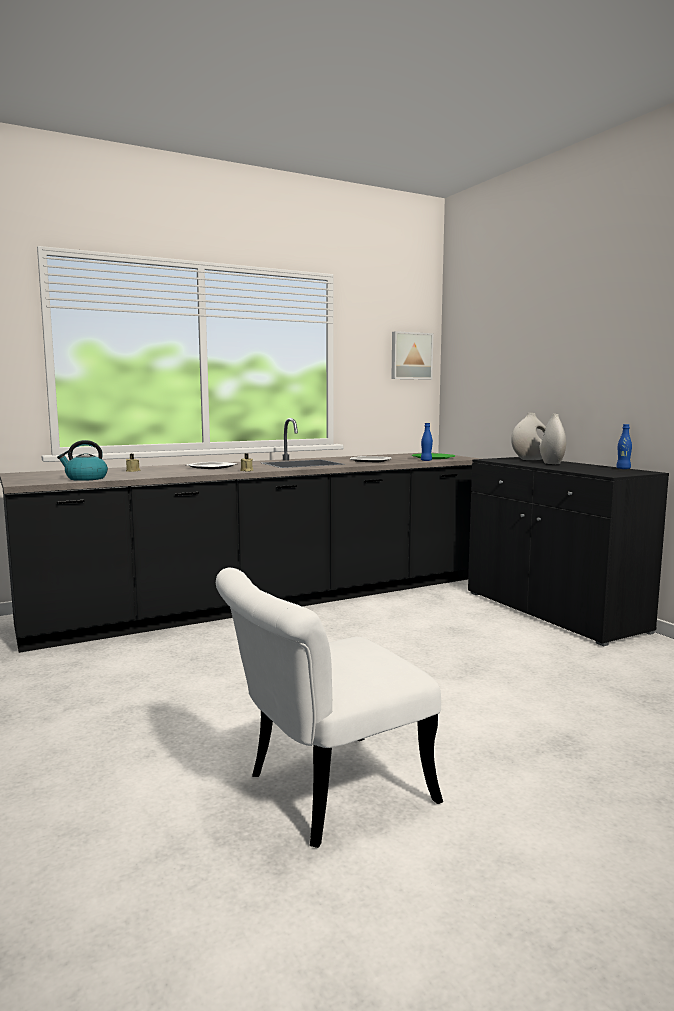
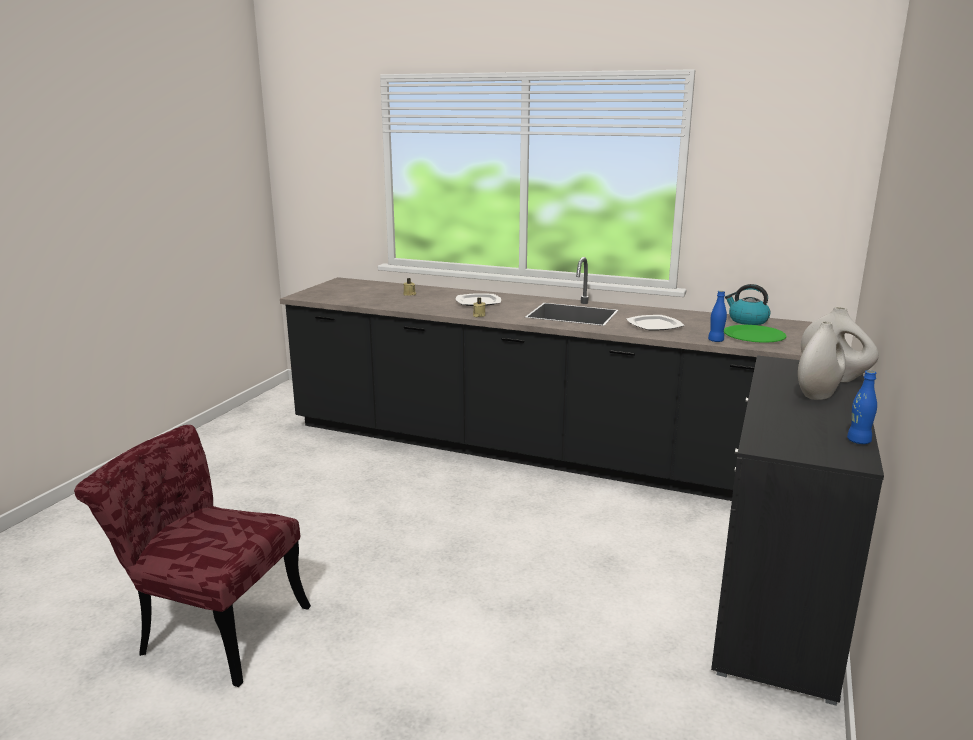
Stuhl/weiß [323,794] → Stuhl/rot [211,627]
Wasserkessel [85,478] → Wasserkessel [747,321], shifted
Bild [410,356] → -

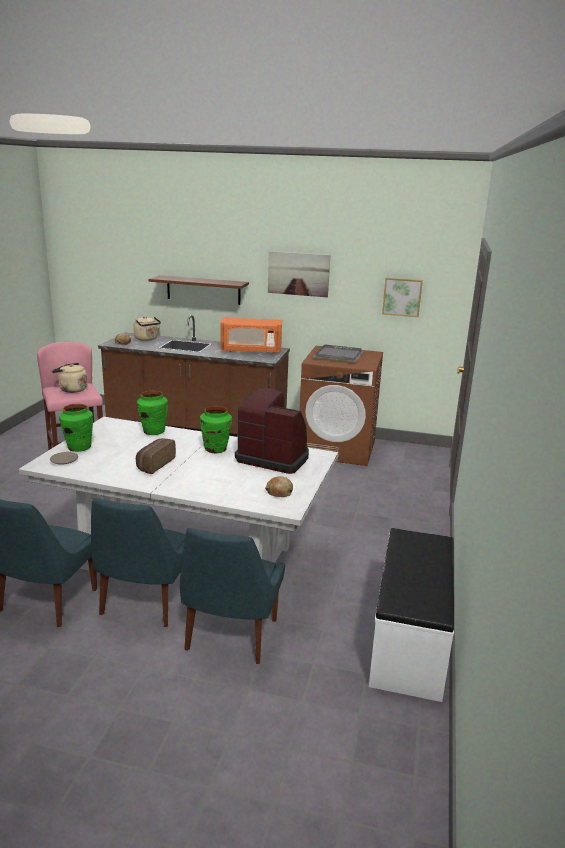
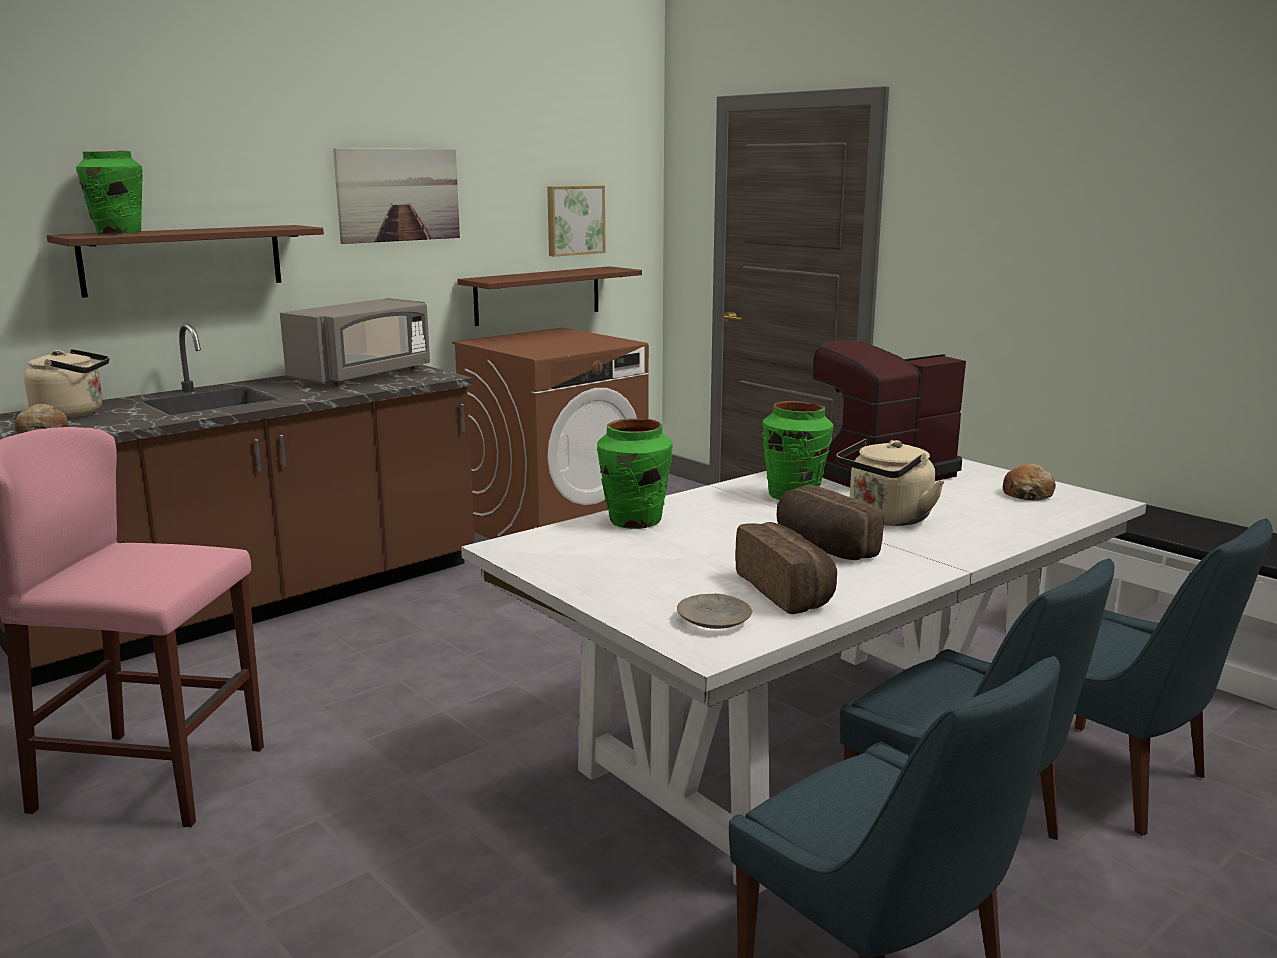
Vase/grün [79,447] → Vase/grün [118,233], shifted
Mikrowelle/orange [251,351] → Mikrowelle/grau [363,375]
- → Wandregal/braun [538,295]
- → Brot [788,591]
Wasserkessel/beige [71,389] → Wasserkessel/beige [886,519], shifted
Tablett/grau [339,355] → -

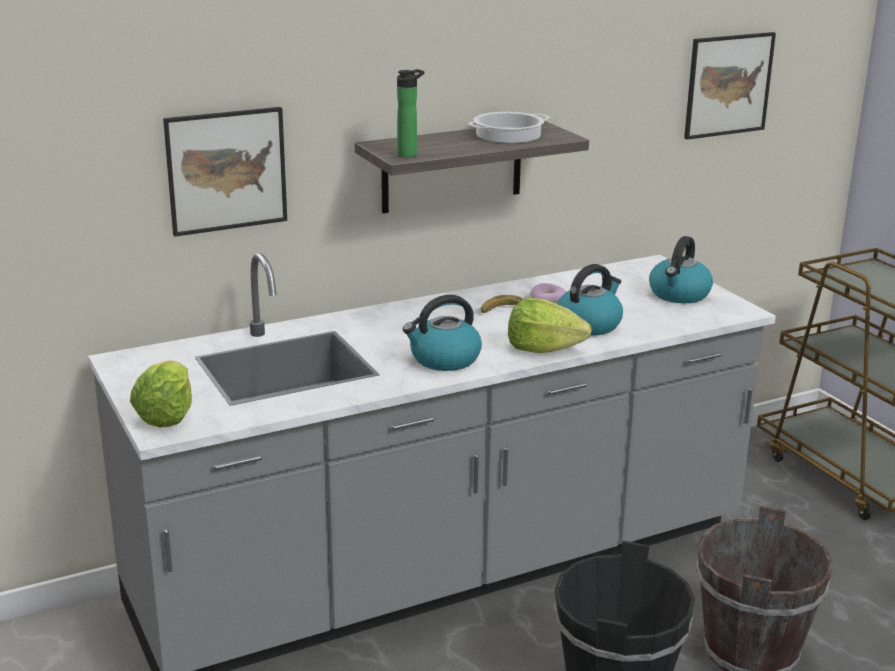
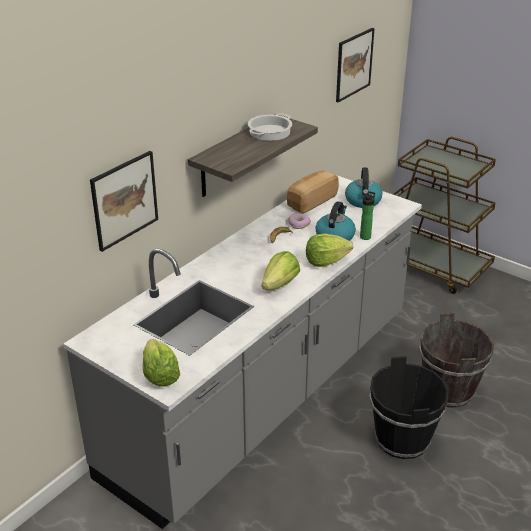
Wasserkessel [444,359] → Salatkopf [280,284]
- → Brot [311,201]
Flasche [409,154] → Flasche [366,236], shifted

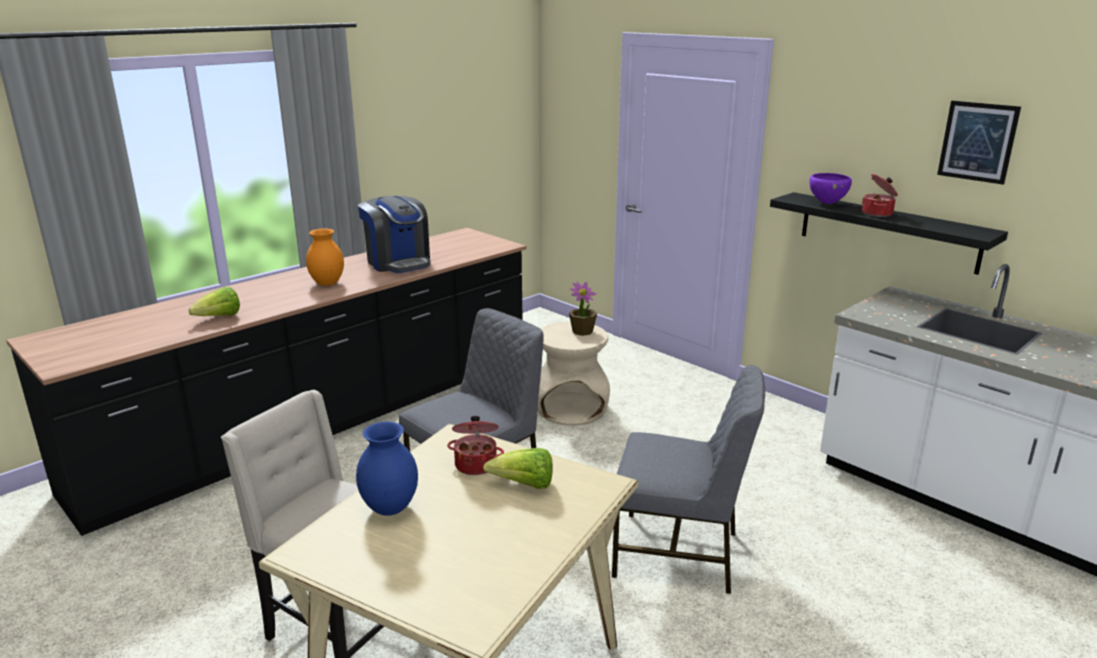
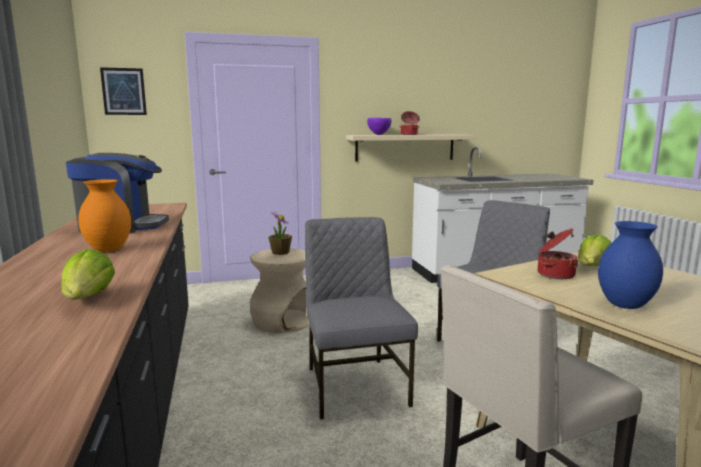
Bild [977,142] → Bild [123,91], shifted
Wandregal/schwarz [887,232] → Wandregal/beige [405,147]

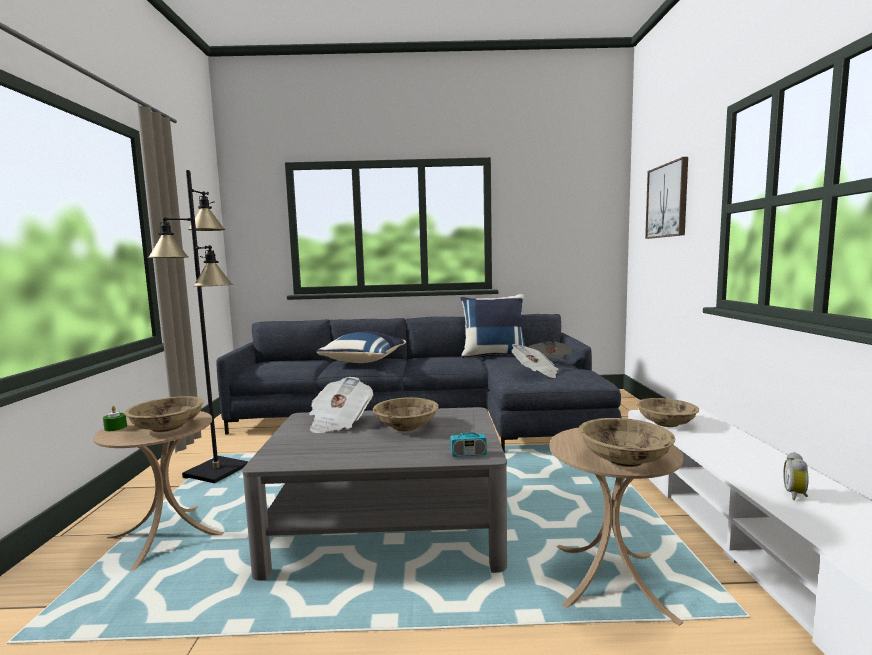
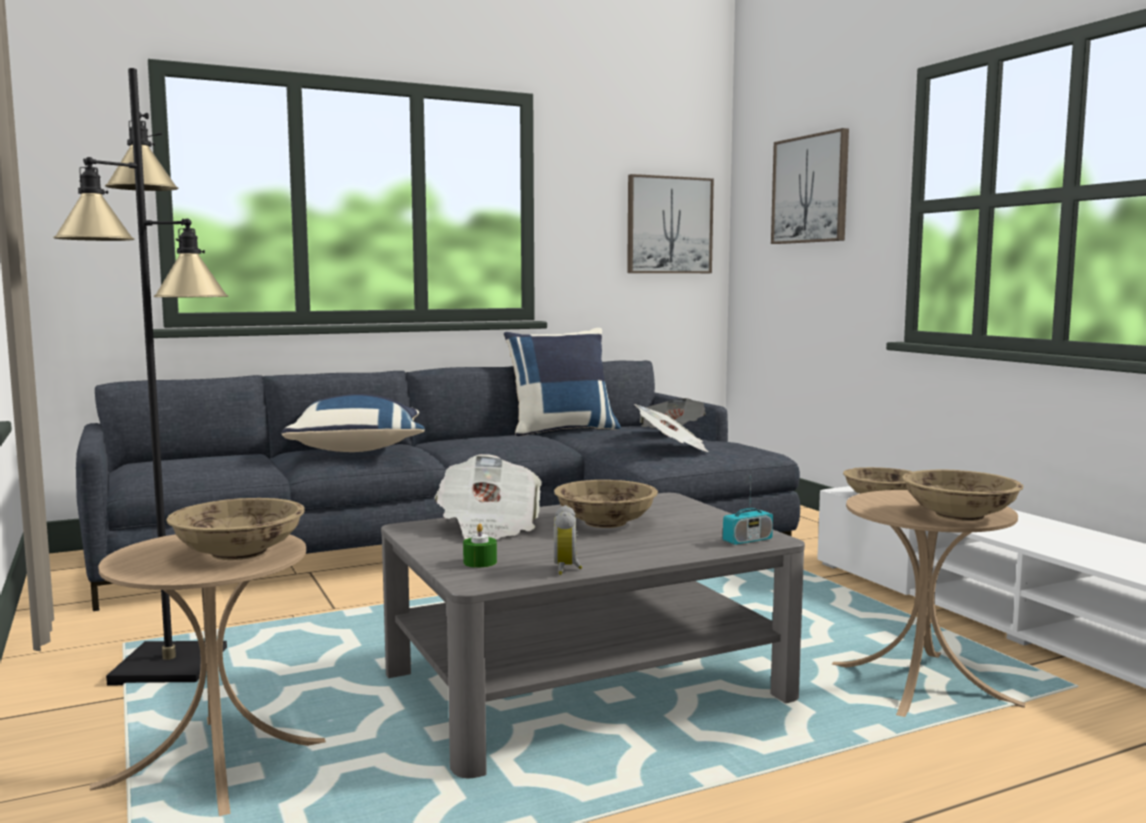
Kerze/grün [115,428] → Kerze/grün [480,562], shifted
Wecker [796,495] → Wecker [568,569], shifted
- → Bild [669,225]

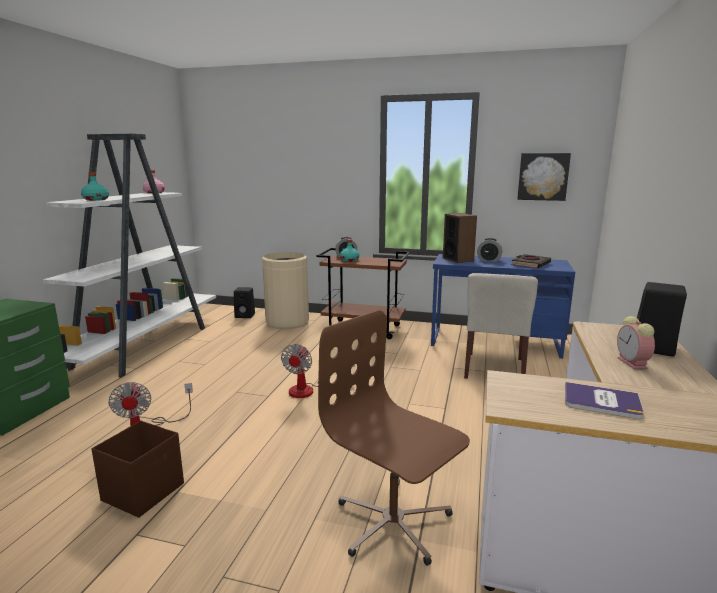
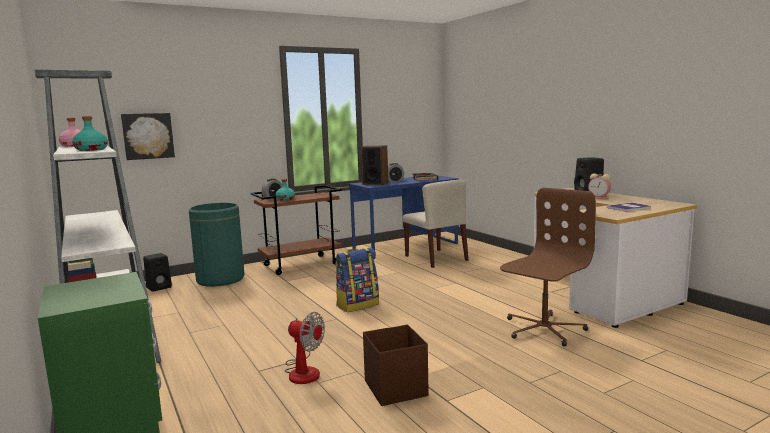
Bild [543,176] → Bild [148,136], shifted
Mülleimer/beige [287,322] → Mülleimer/grün [220,279]
Ventilator [310,390] → Rucksack [357,305]
Bürostuhl/braun [392,523] → Bürostuhl/braun [543,329], 135 degrees clockwise

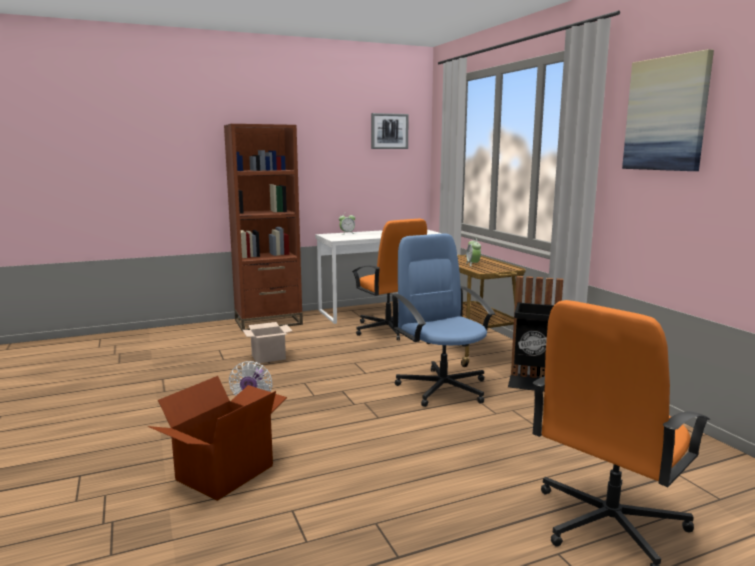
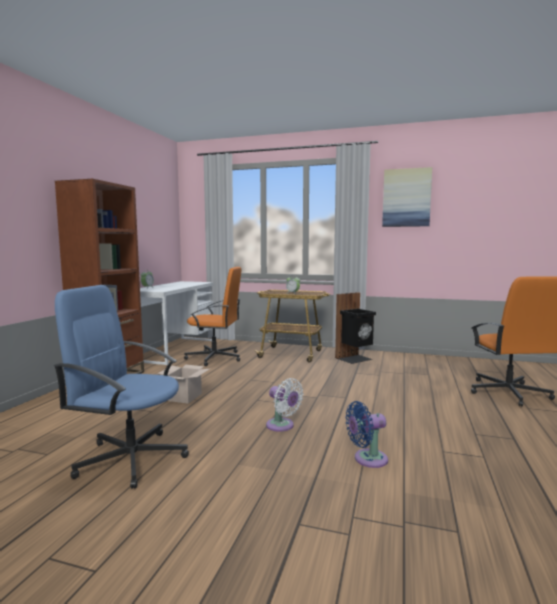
Bürostuhl/blau [442,387] → Bürostuhl/blau [130,458], shifted
Karton [224,472] → Ventilator/blau [367,459]
Bild [389,131] → -

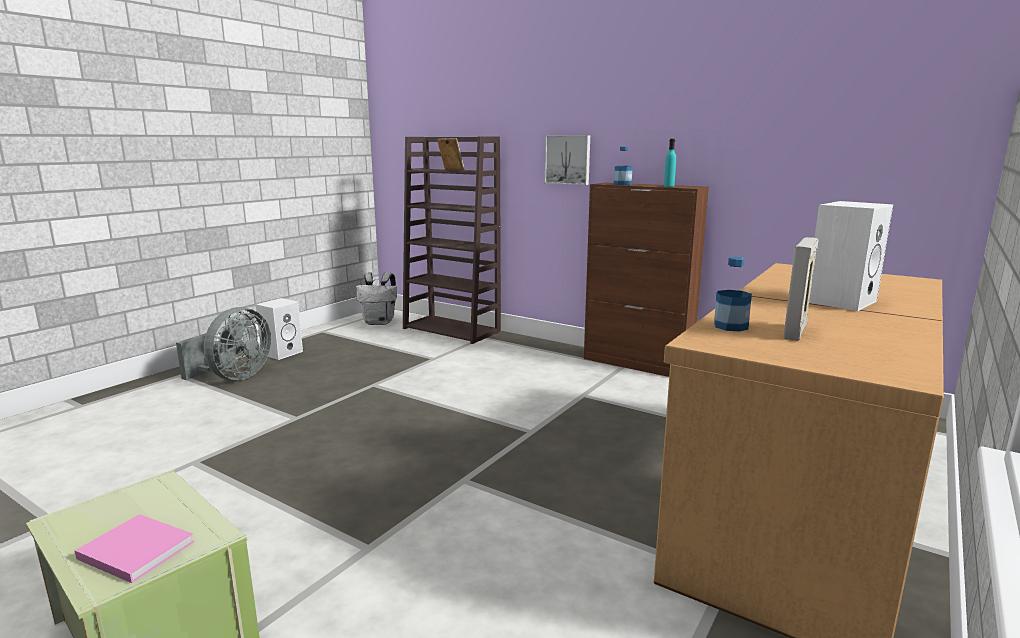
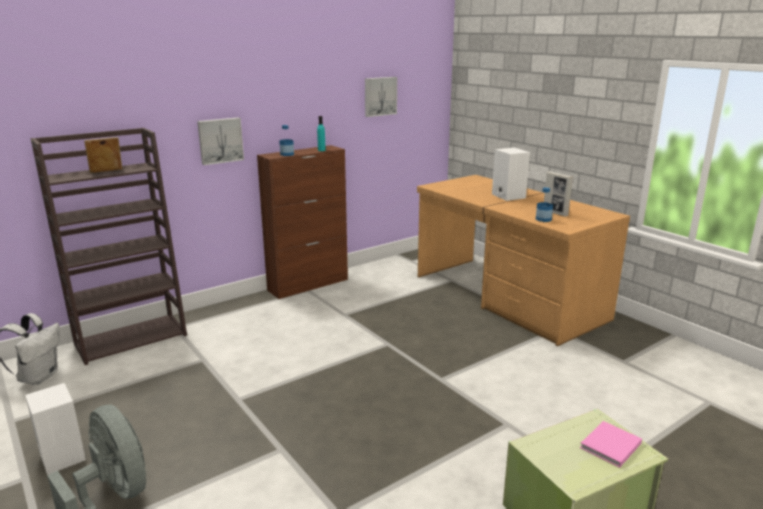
- → Bild [379,96]

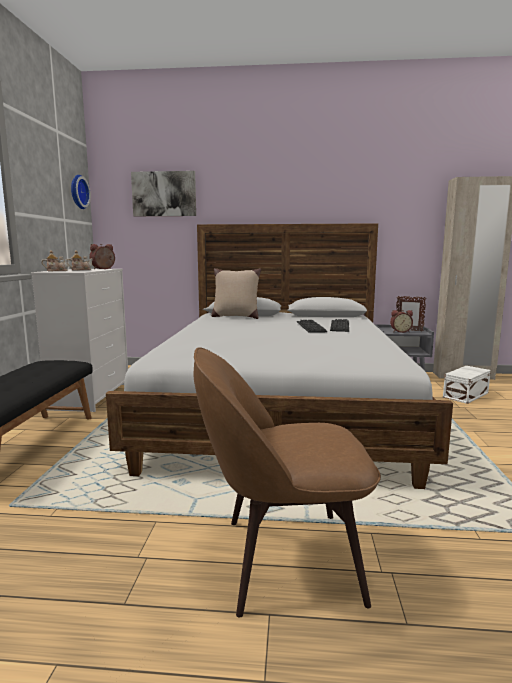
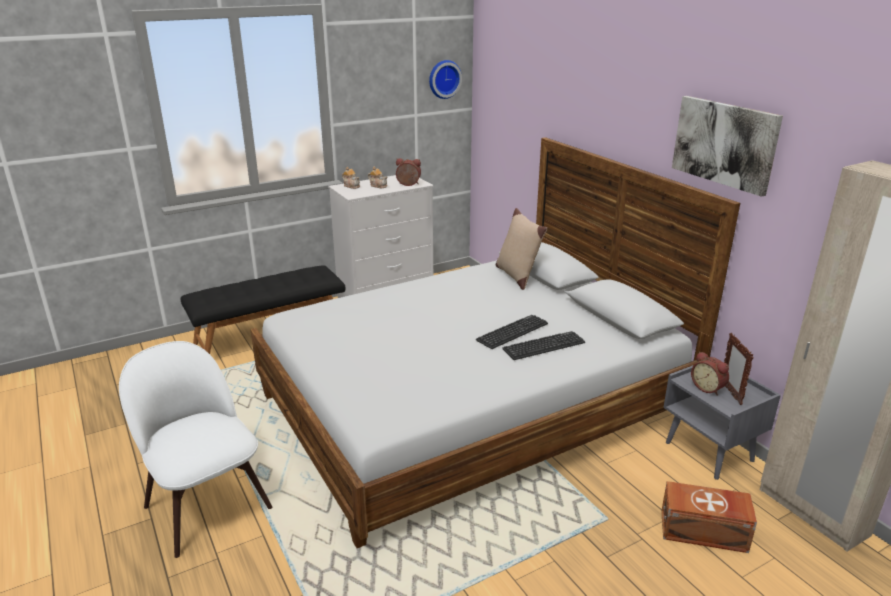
Stuhl/braun [283,559] → Stuhl/weiß [206,504]
Aufbewahrungsbox/weiß [466,395] → Aufbewahrungsbox/braun [704,532]
Bild [164,194] → Bild [724,143], shifted

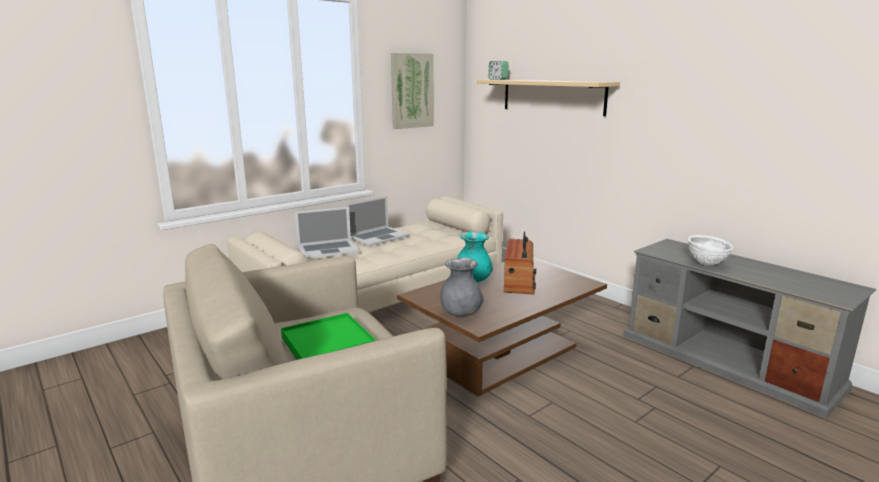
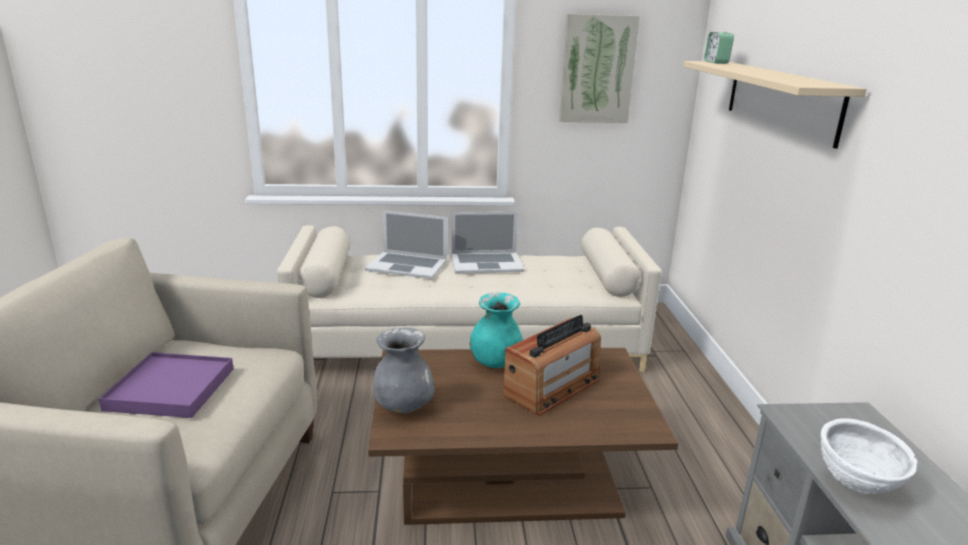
Tablett/grün [328,343] → Tablett/lila [171,389]

